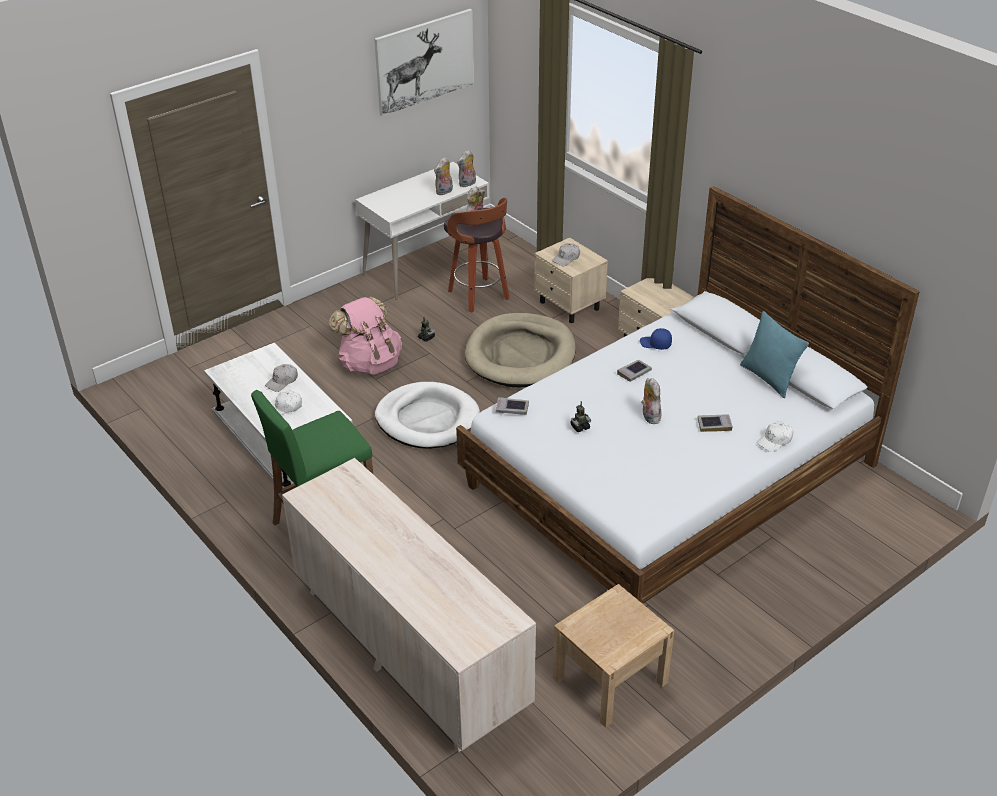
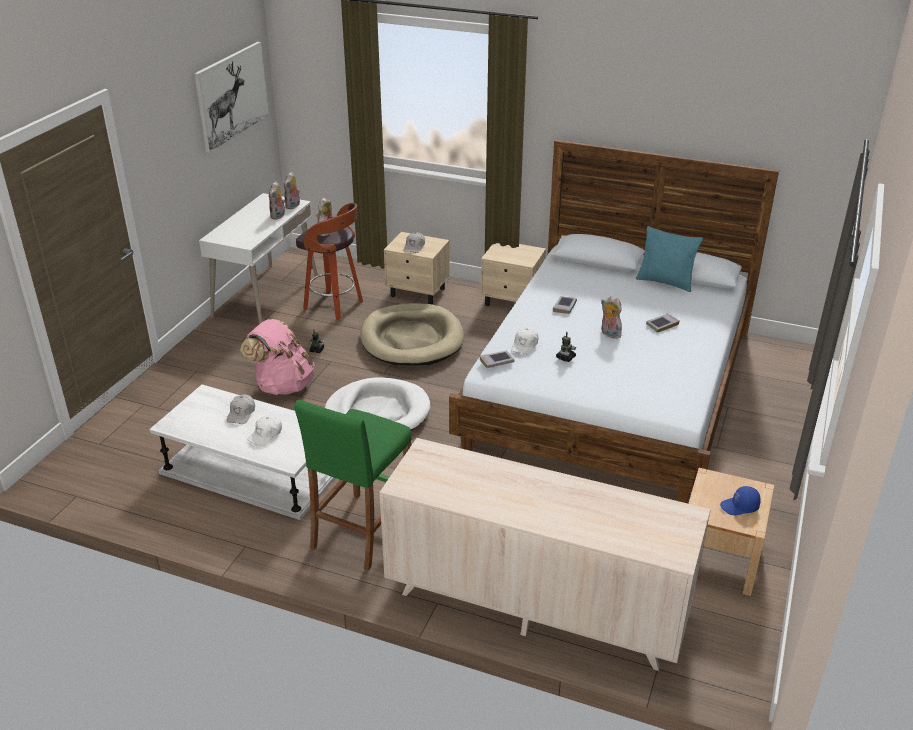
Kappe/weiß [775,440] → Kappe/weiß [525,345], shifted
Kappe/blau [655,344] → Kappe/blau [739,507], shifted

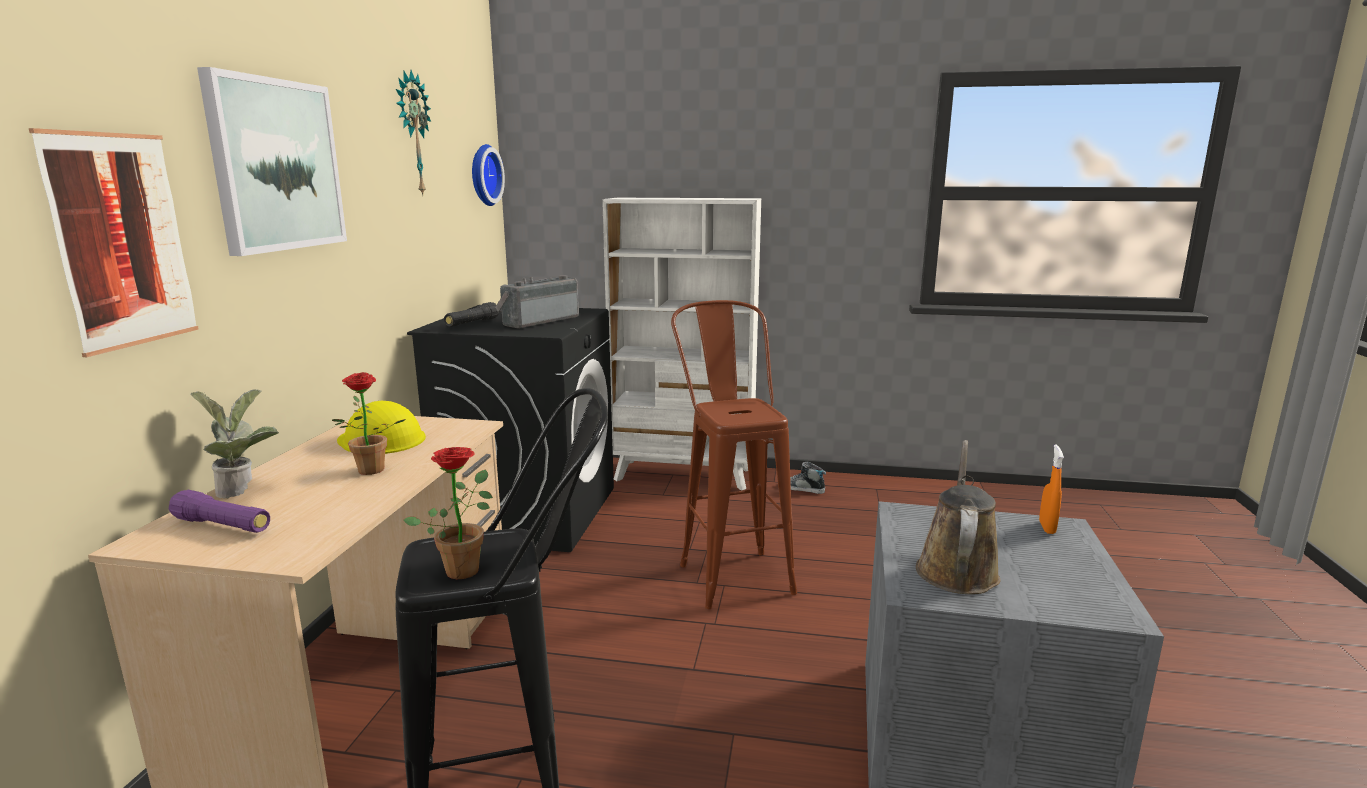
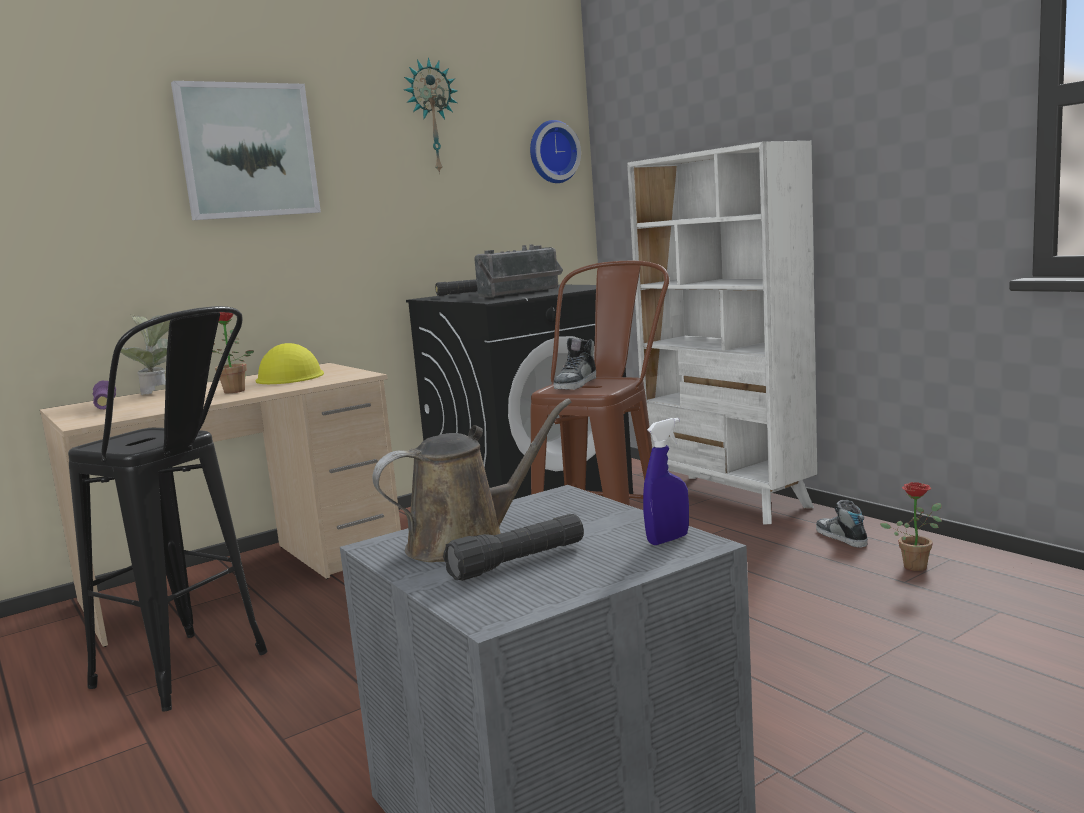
- → Taschenlampe/schwarz [518,562]
Radio [539,321] → Radio [521,293], 150 degrees clockwise
- → Schuh [576,384]
Sprühflasche/orange [1047,527] → Sprühflasche/blau [668,539]
Topfpflanze [464,567] → Topfpflanze [917,565], shifted
Bild [122,241] → -

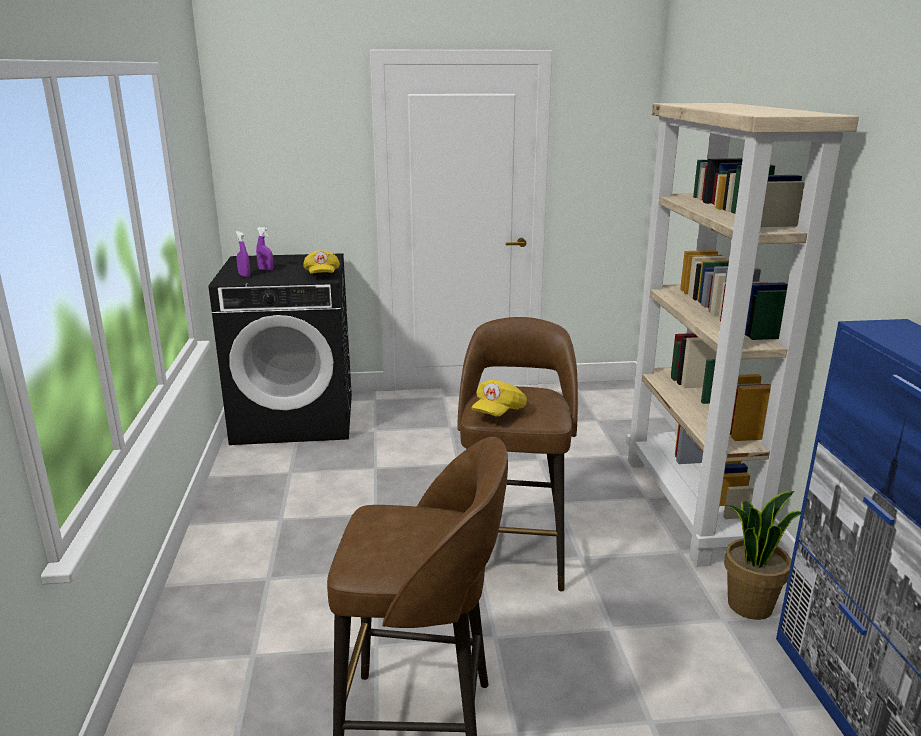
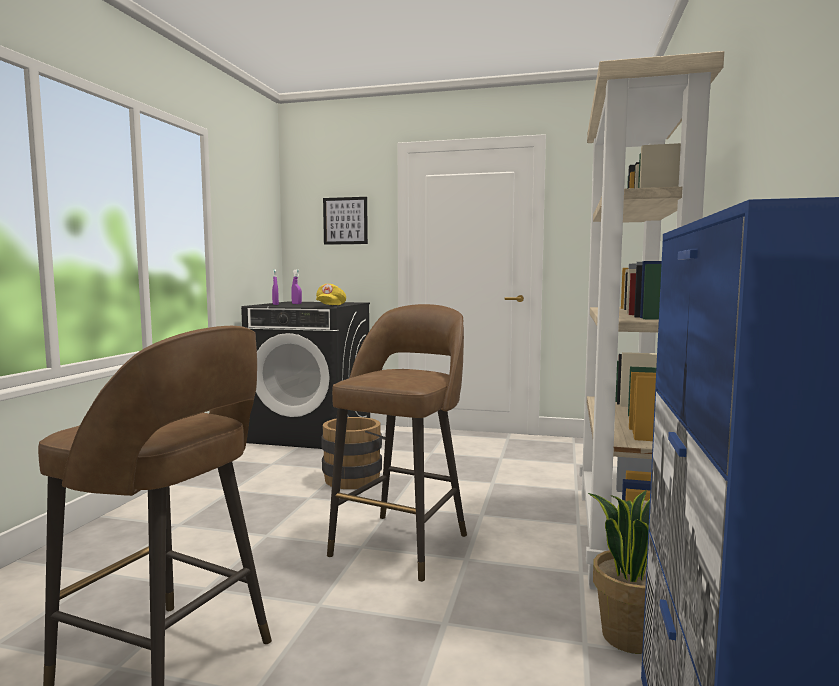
- → Eimer/braun [356,477]
- → Bild [345,221]
Kappe/gelb [498,412] → -

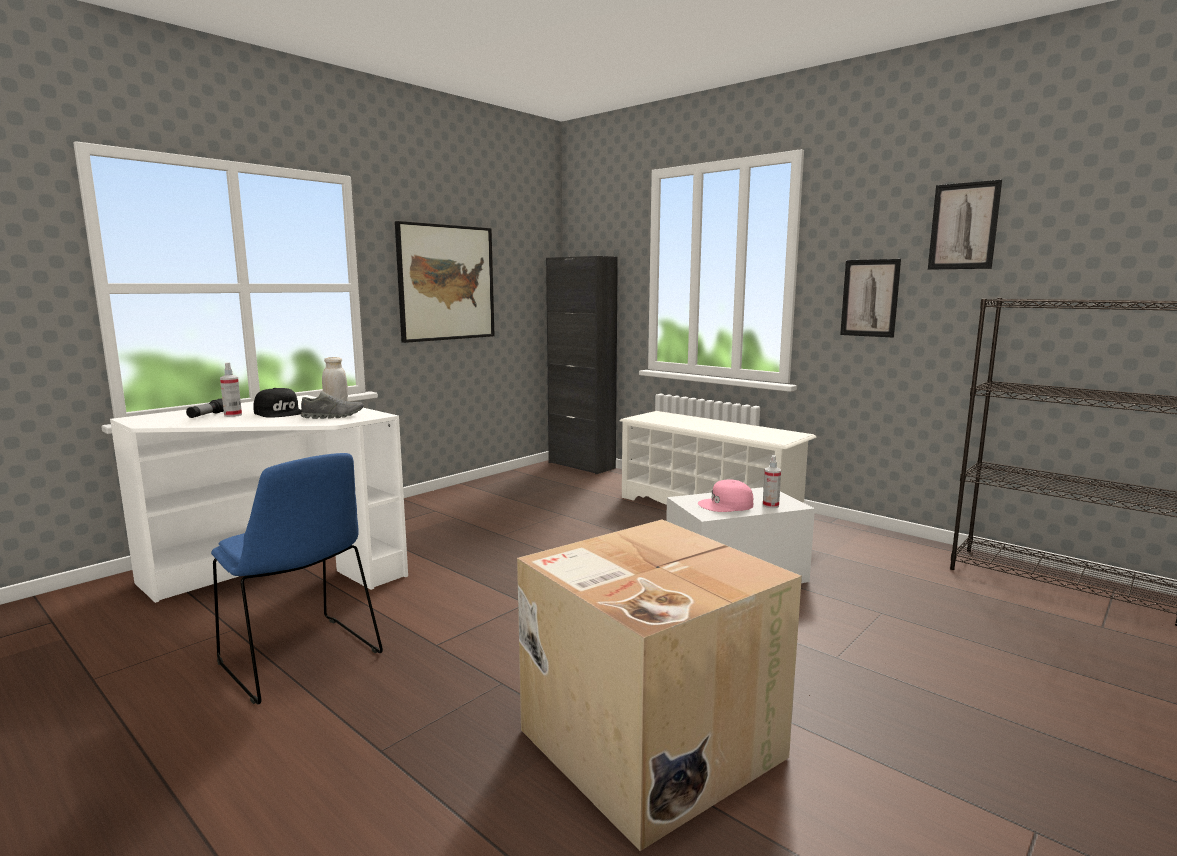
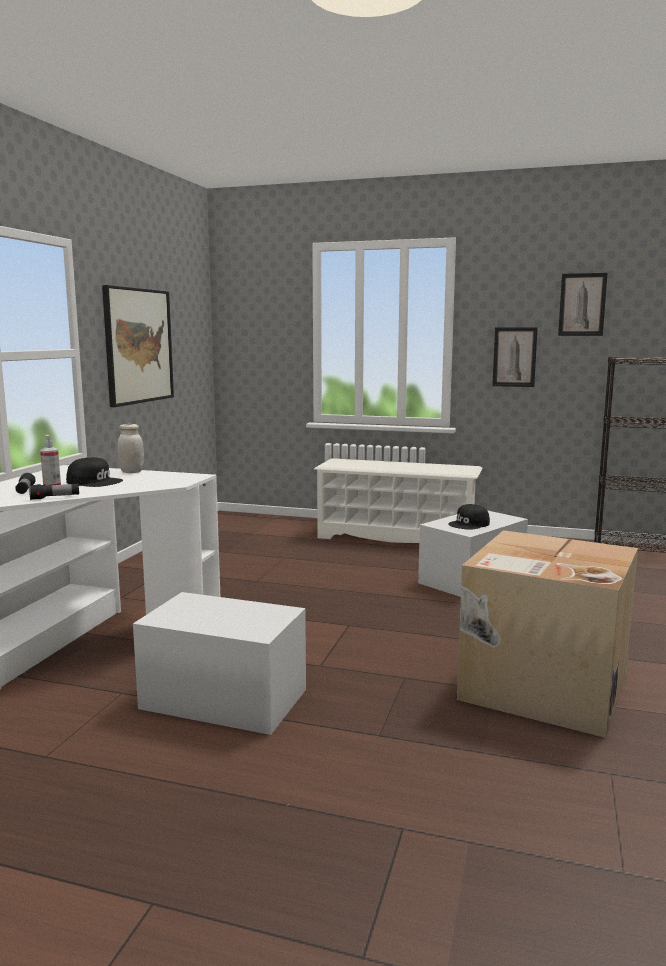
- → Taschenlampe [55,498]
Stuhl/blau [301,660] → Aufbewahrungsbox/weiß [224,699]
Kappe/rosa [726,505] → Kappe/schwarz [469,524]
Schuh/grau [333,416] → -
Schrank/schwarz [581,465] → -
Sprühflasche [770,505] → -

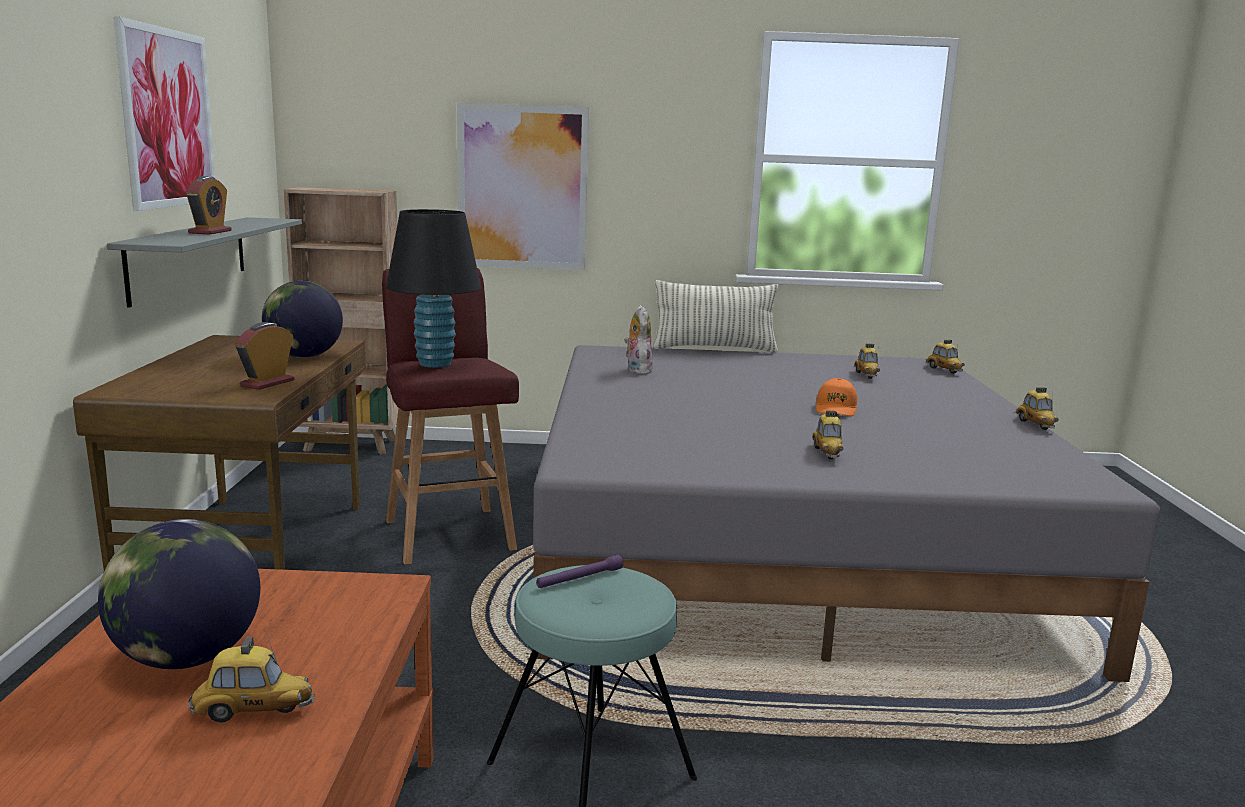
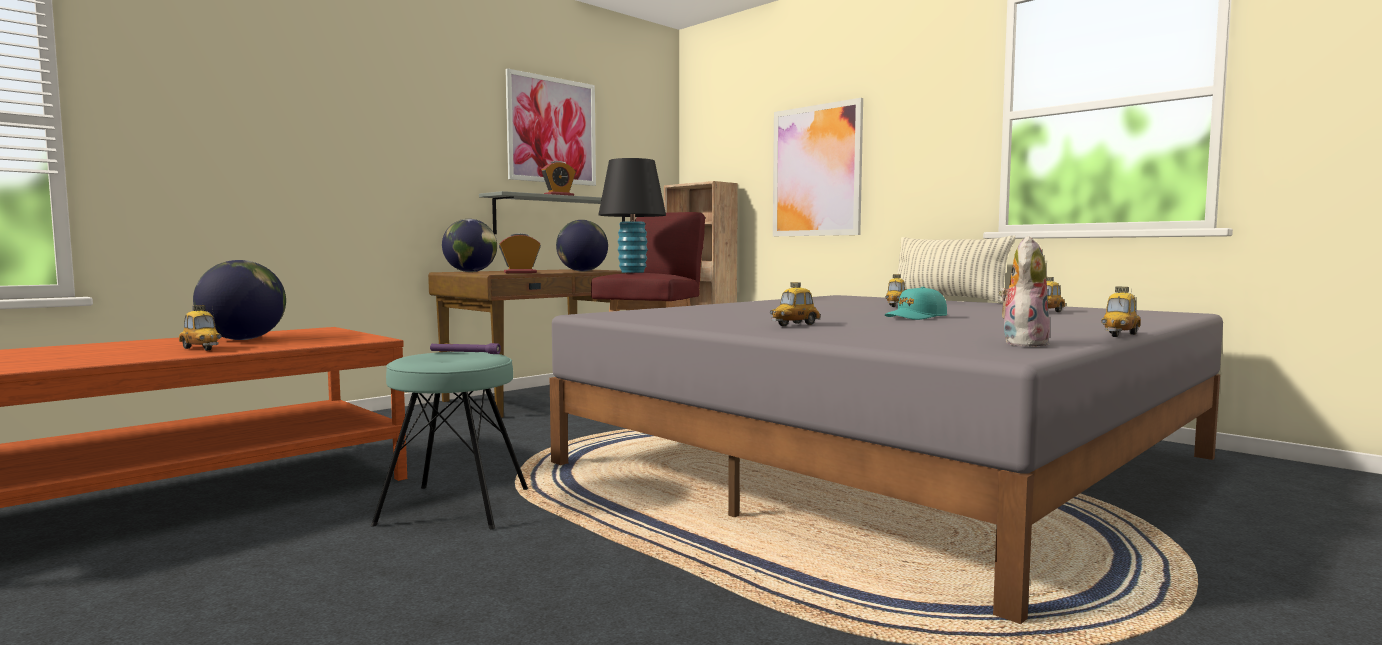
- → Globus [471,272]
Spielzeugauto [944,370] → Spielzeugauto [895,306], shifted
Kappe/orange [836,409] → Kappe/türkis [916,317]
Plüschtier [637,370] → Plüschtier [1022,343], shifted

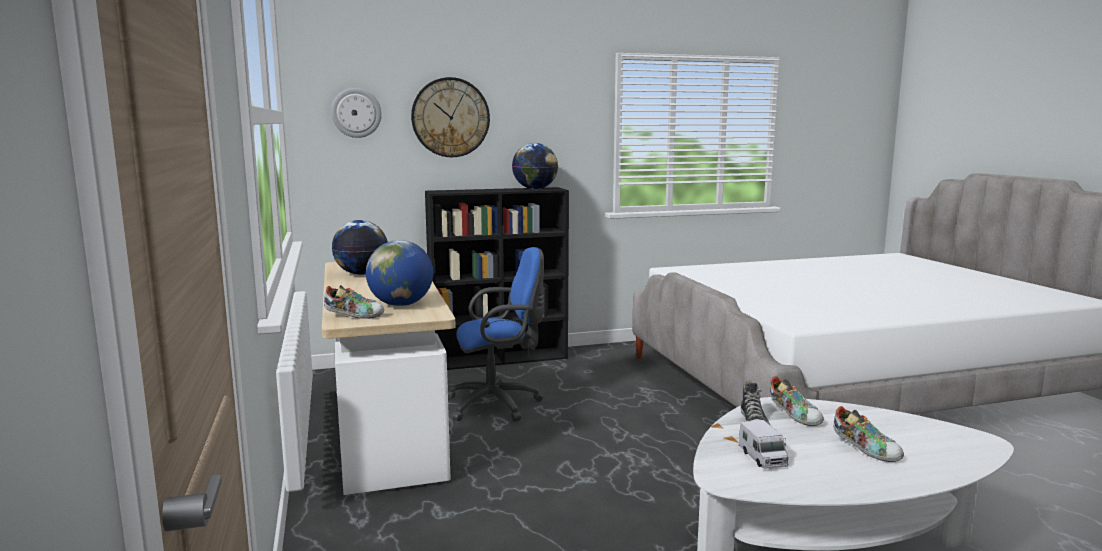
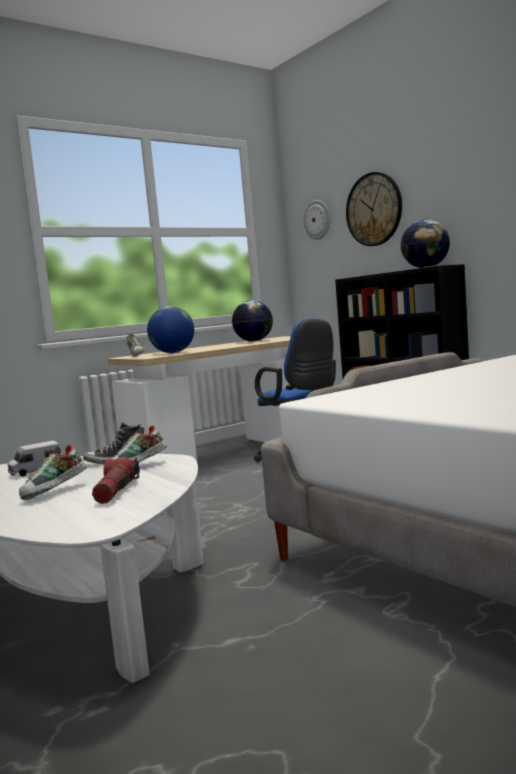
- → Taschenlampe [116,491]

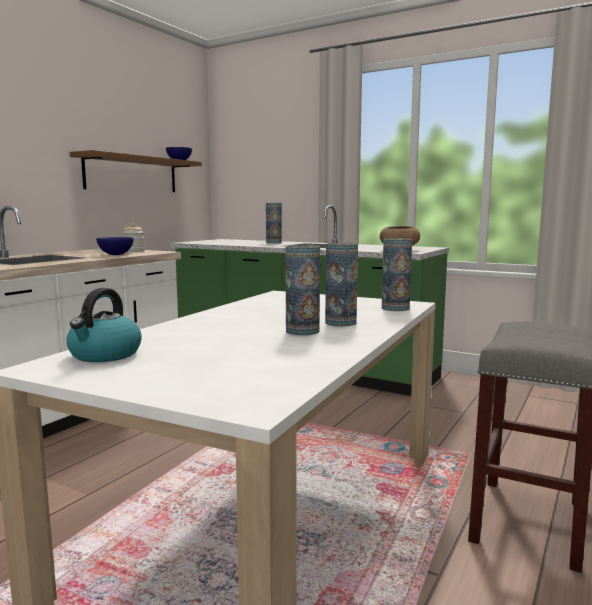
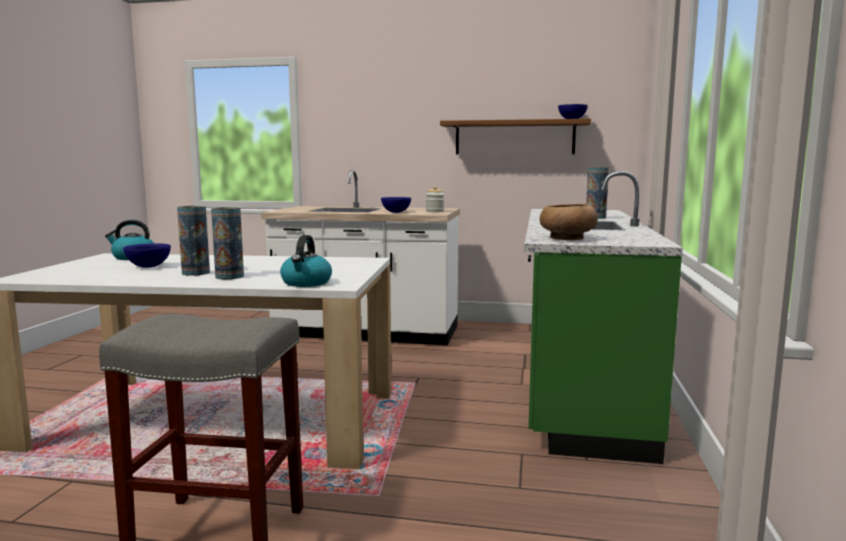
- → Schüssel/blau [148,266]
Vase [395,308] → Wasserkessel [306,283]

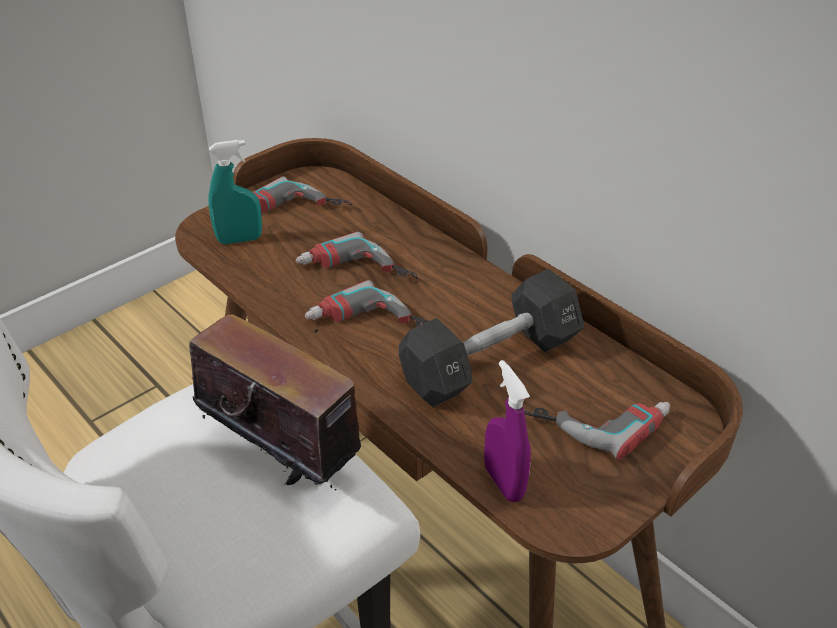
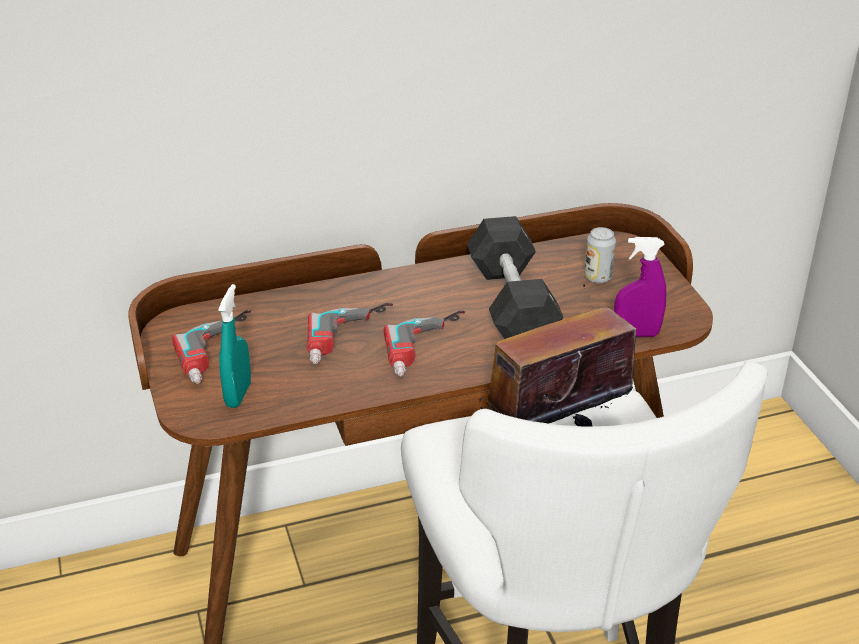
Bohrmaschine [596,417] → Dose [597,277]

